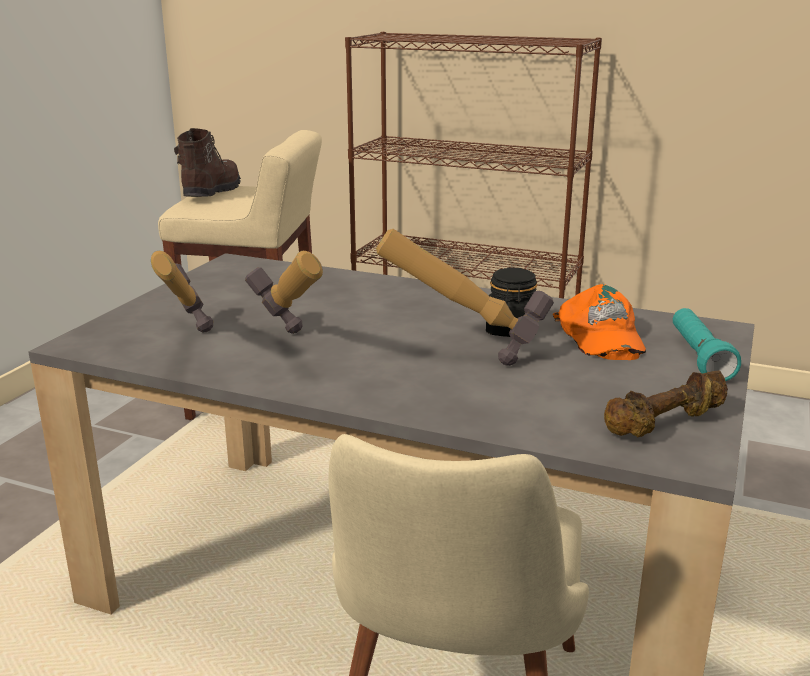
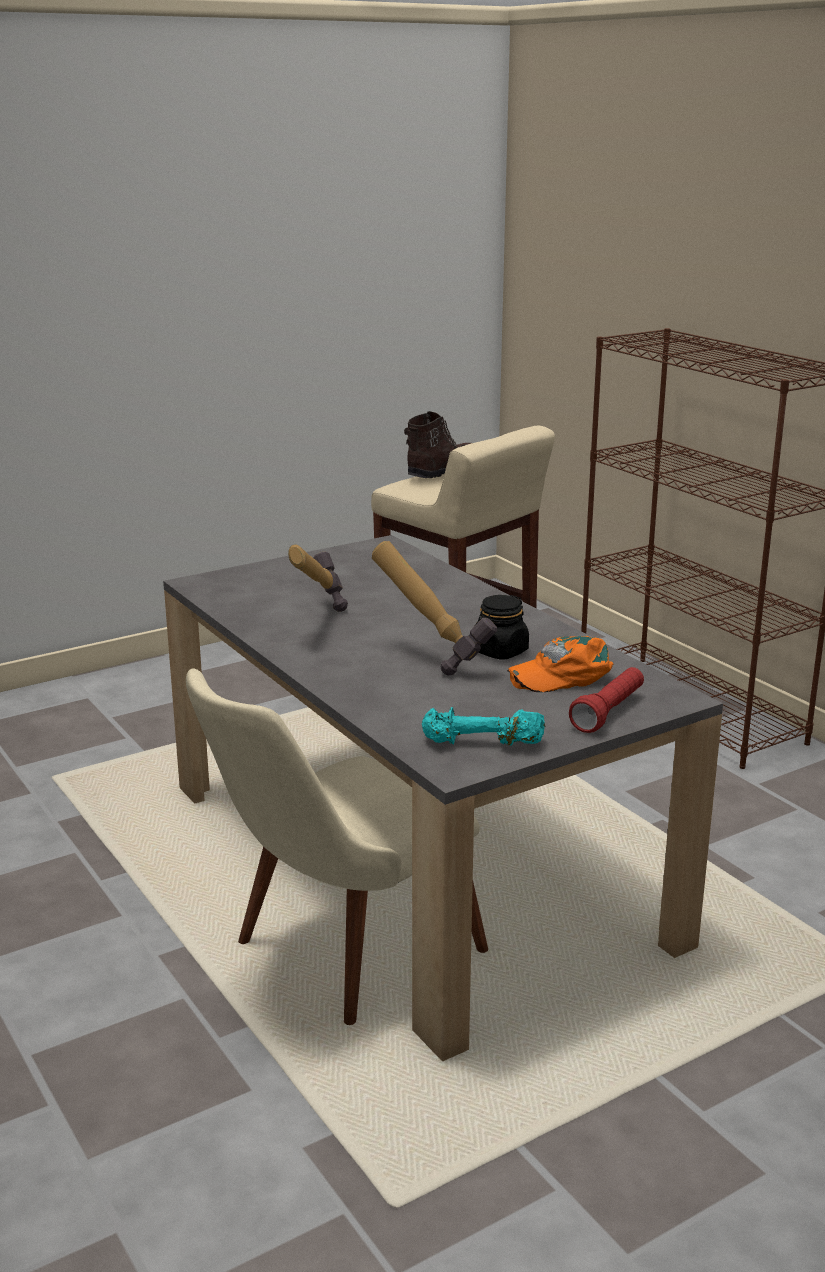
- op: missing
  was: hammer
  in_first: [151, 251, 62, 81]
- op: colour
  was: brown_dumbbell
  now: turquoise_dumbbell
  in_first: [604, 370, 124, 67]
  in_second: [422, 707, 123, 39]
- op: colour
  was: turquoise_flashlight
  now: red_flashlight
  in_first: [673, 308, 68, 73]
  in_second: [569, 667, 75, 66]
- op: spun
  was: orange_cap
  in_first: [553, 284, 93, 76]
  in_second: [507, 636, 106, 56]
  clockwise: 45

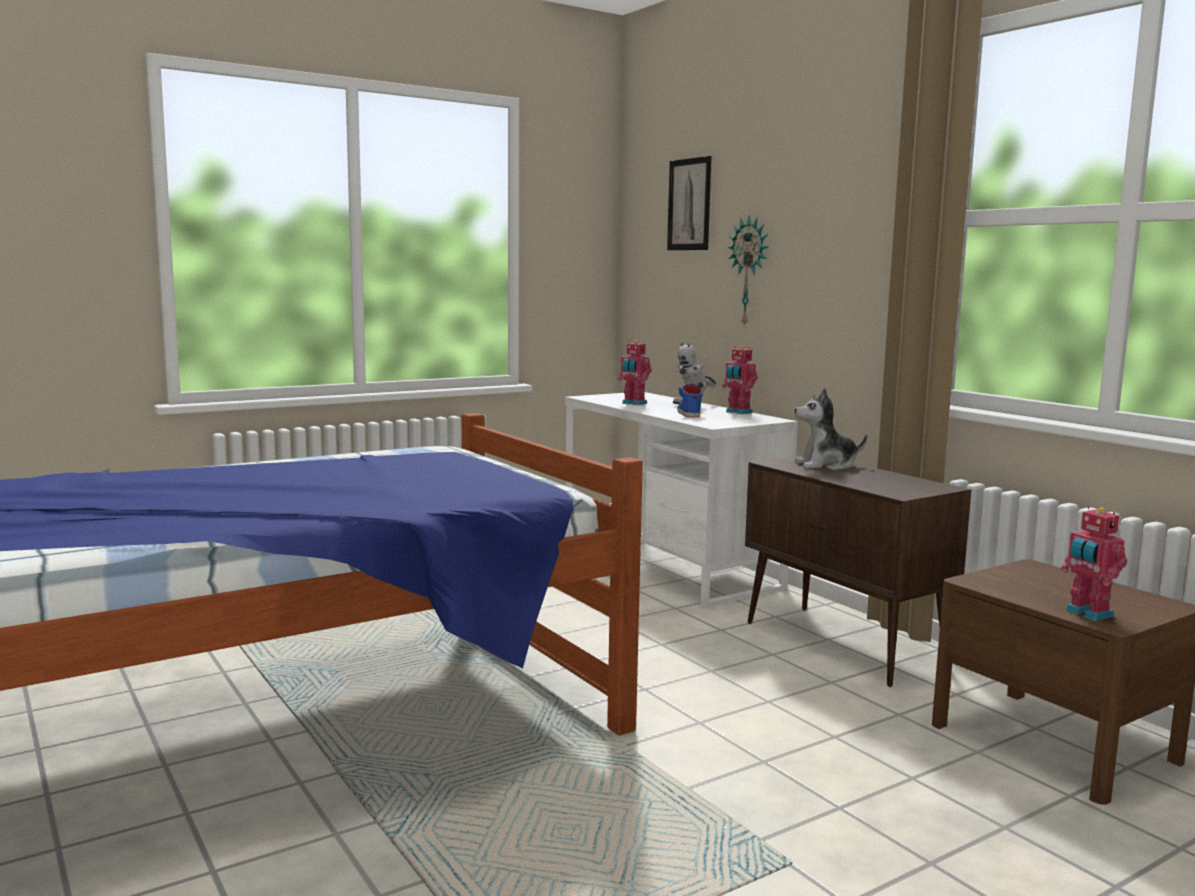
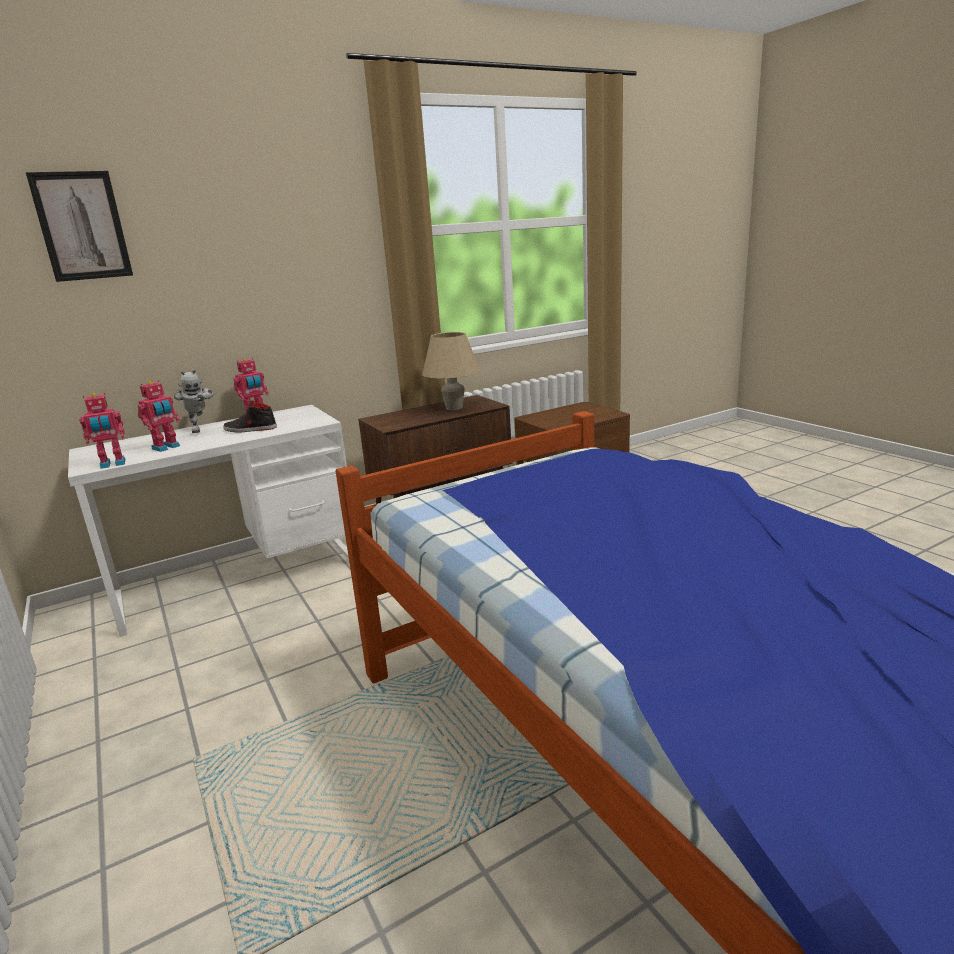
- op: missing
  was: wall_clock
  in_first: [728, 215, 41, 113]
- op: missing
  was: plush_toy
  in_first: [794, 388, 73, 82]
- op: appeared
  now: beige_table_lamp
  in_second: [422, 332, 58, 78]
- op: relocated
  was: toy_robot
  in_first: [1061, 506, 66, 115]
  in_second: [79, 393, 46, 76]
- op: colour
  was: blue_shoe
  now: black_shoe
  in_first: [677, 384, 27, 33]
  in_second: [223, 400, 54, 32]

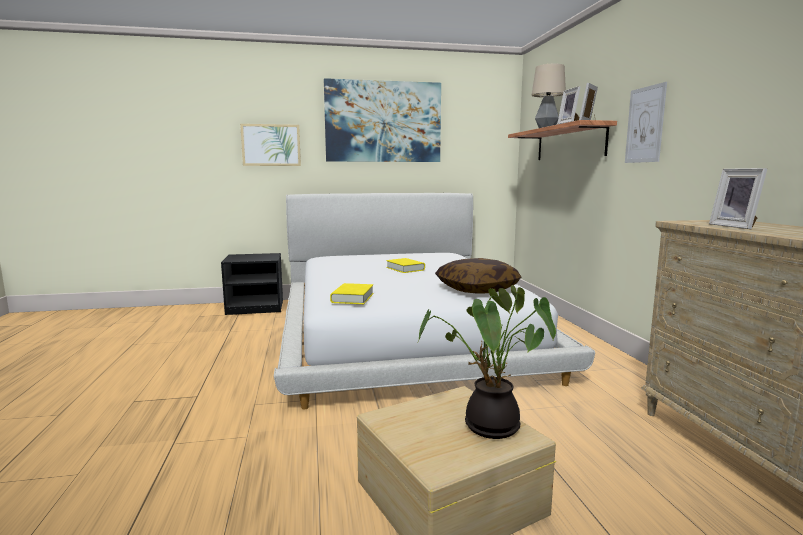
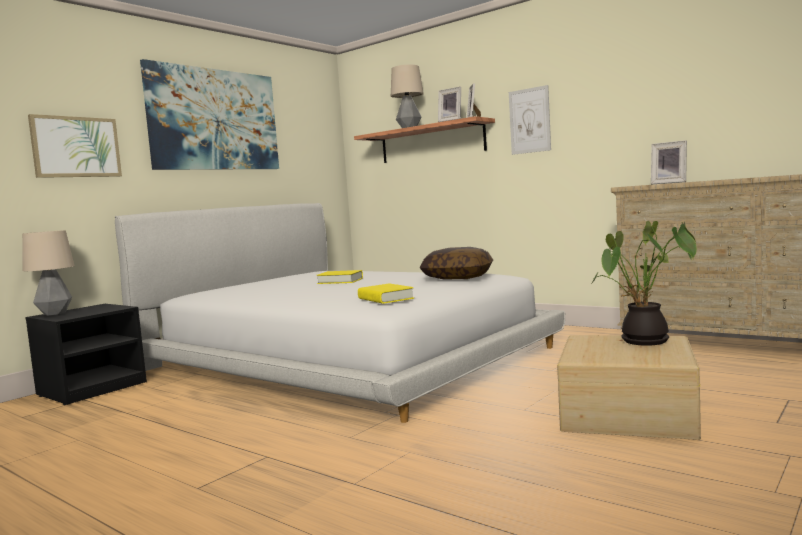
- op: appeared
  now: table_lamp
  in_second: [22, 230, 53, 86]

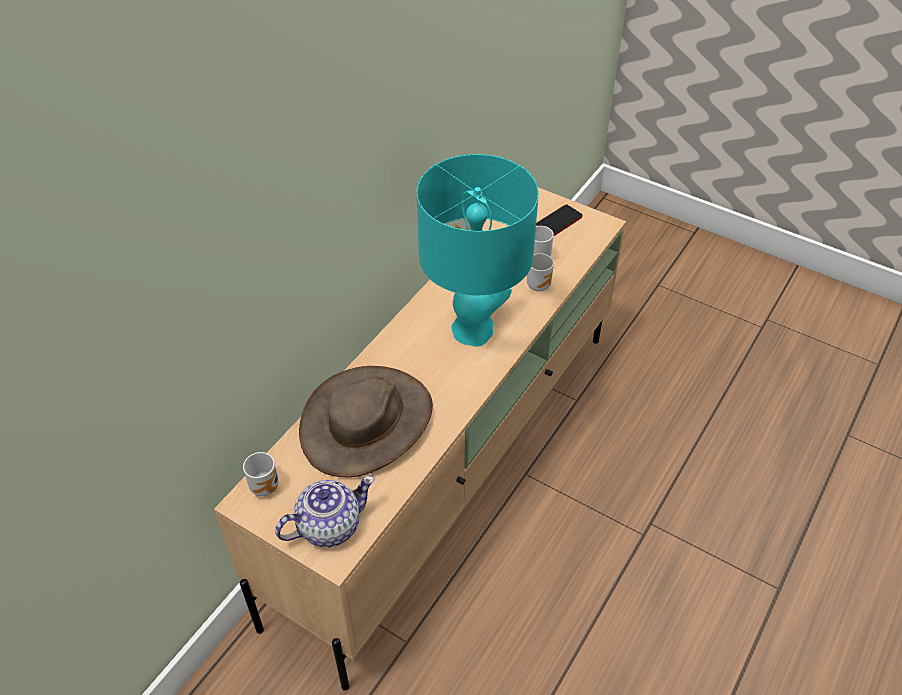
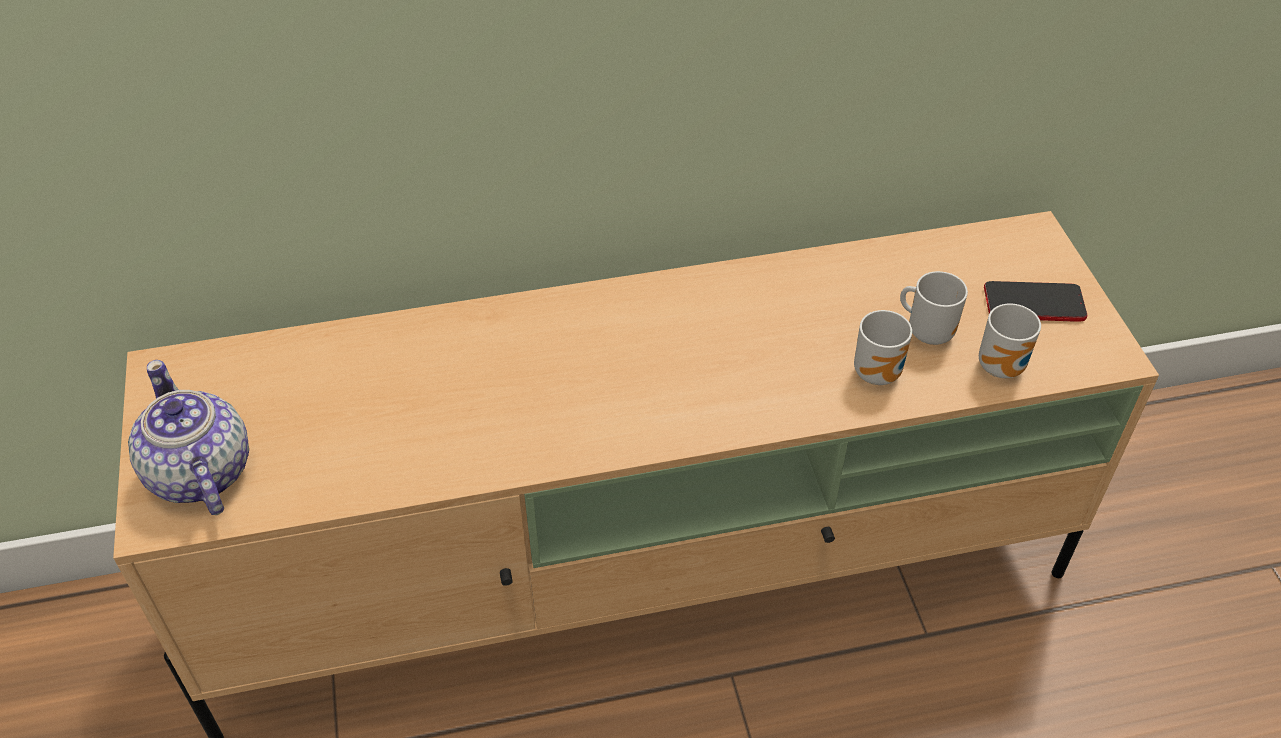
- op: missing
  was: brown_hat
  in_first: [299, 366, 134, 111]
- op: missing
  was: turquoise_table_lamp
  in_first: [417, 154, 122, 192]
- op: relocated
  was: mug
  in_first: [243, 452, 35, 44]
  in_second: [979, 304, 62, 74]
- op: spun
  was: teapot
  in_first: [275, 476, 100, 71]
  in_second: [128, 360, 121, 155]
  clockwise: -135

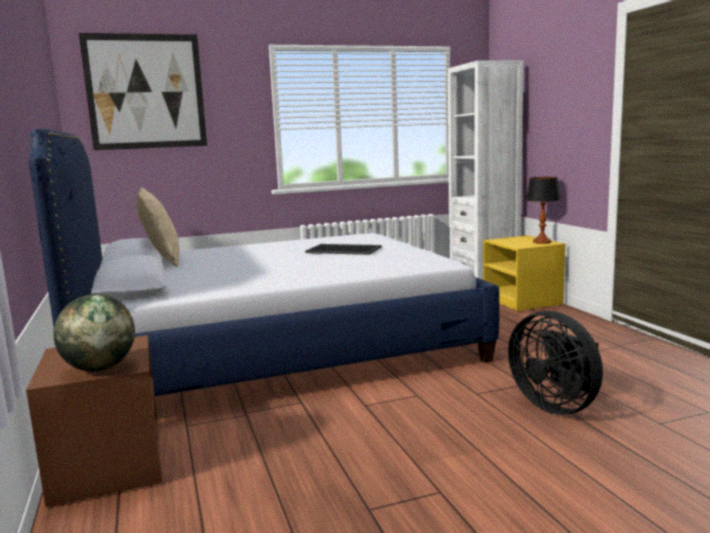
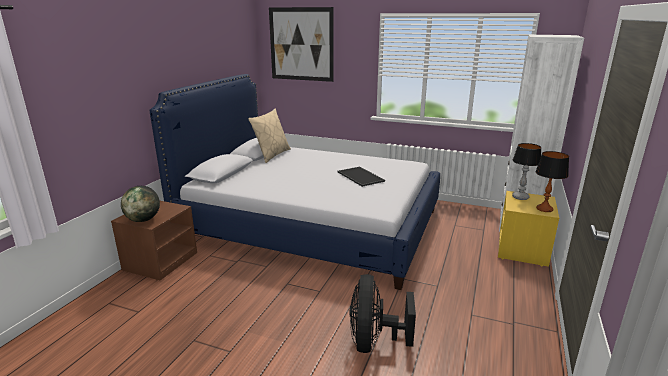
- op: appeared
  now: table_lamp
  in_second: [512, 143, 29, 57]

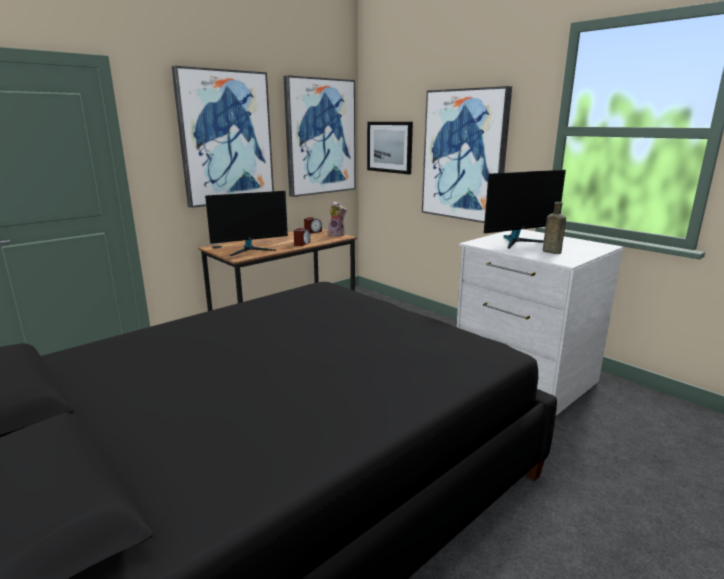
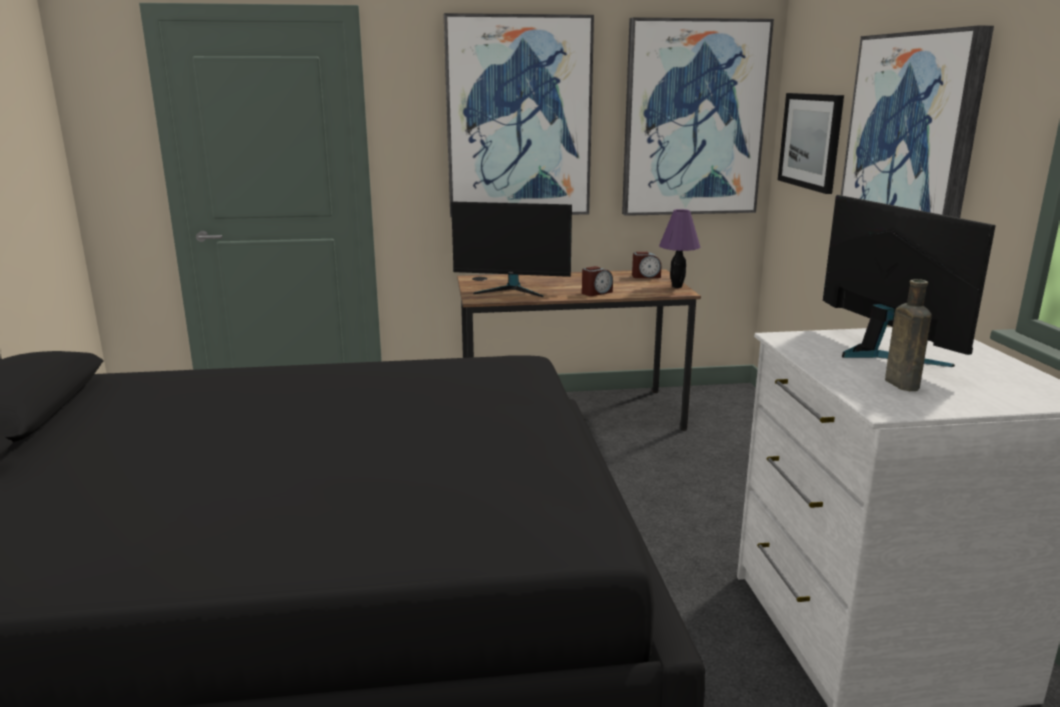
- op: exchanged
  was: plush_toy
  now: purple_table_lamp
  in_first: [328, 201, 19, 35]
  in_second: [659, 209, 41, 79]
- op: spun
  was: monitor
  in_first: [484, 170, 82, 79]
  in_second: [823, 195, 173, 172]
  clockwise: -120

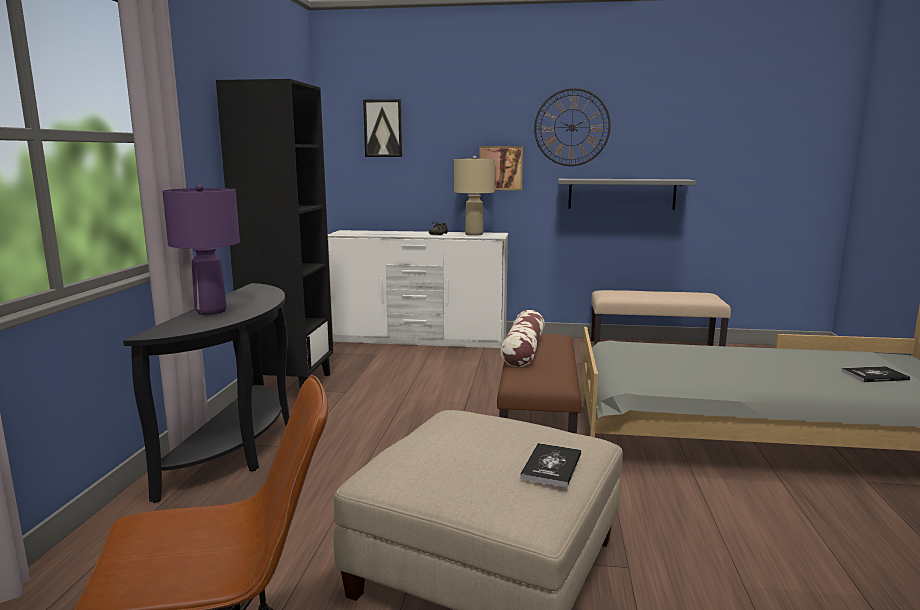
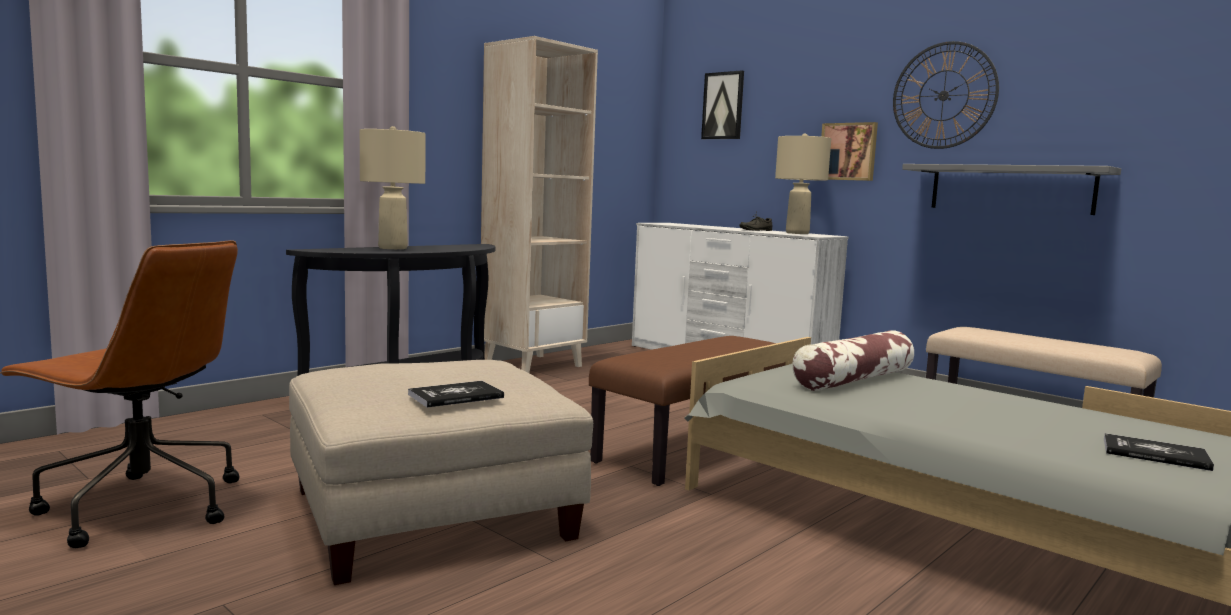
- op: relocated
  was: pillow
  in_first: [500, 310, 45, 57]
  in_second: [792, 330, 122, 61]
- op: colour
  was: purple_table_lamp
  now: beige_table_lamp
  in_first: [162, 184, 78, 131]
  in_second: [360, 126, 66, 123]
- op: colour
  was: black_bookcase
  now: beige_bookcase
  in_first: [216, 79, 117, 310]
  in_second: [481, 36, 117, 337]

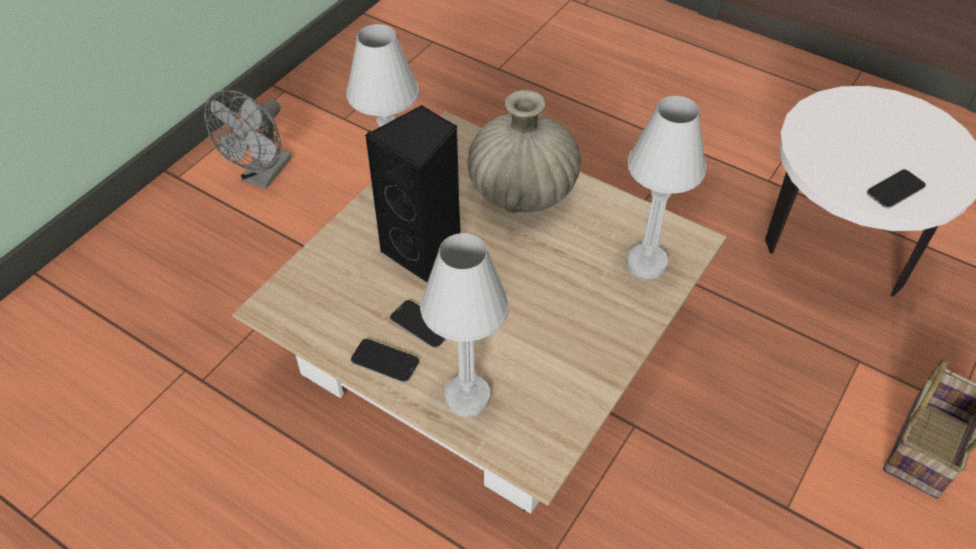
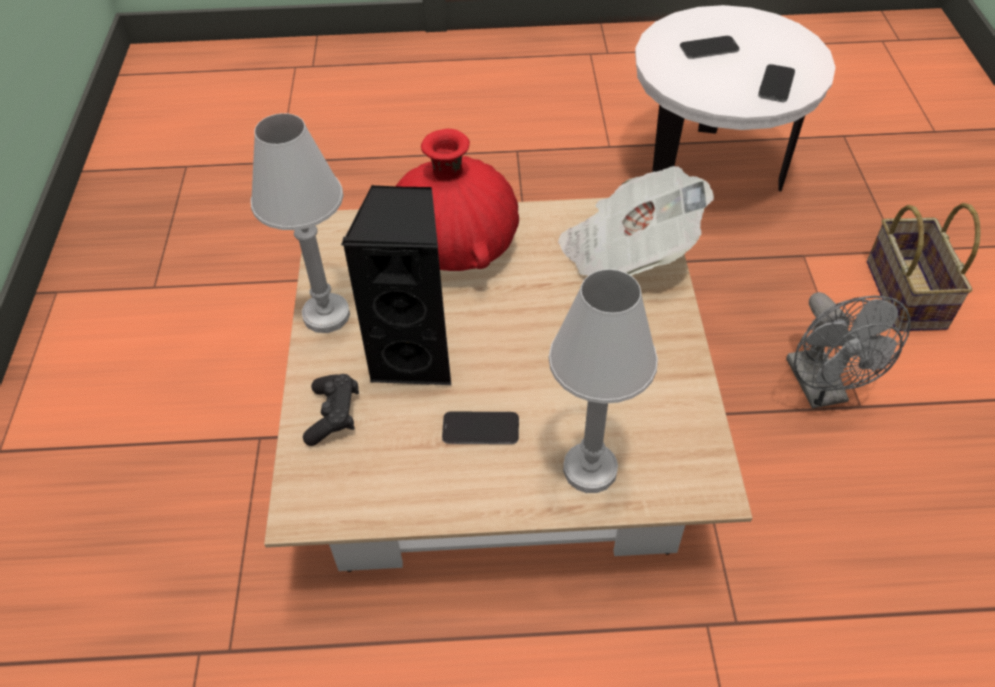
- op: appeared
  now: black_game_controller
  in_second: [303, 374, 56, 72]
- op: relocated
  was: grey_fan
  in_first: [204, 90, 88, 99]
  in_second: [786, 292, 125, 117]
- op: relocated
  was: phone
  in_first: [351, 339, 68, 44]
  in_second: [680, 36, 60, 23]
- op: exchanged
  was: white_table_lamp
  now: newspaper
  in_first: [626, 96, 80, 183]
  in_second: [558, 166, 156, 110]
- op: colour
  was: beige_vase
  now: red_vase
  in_first: [467, 90, 114, 123]
  in_second: [396, 129, 123, 142]

